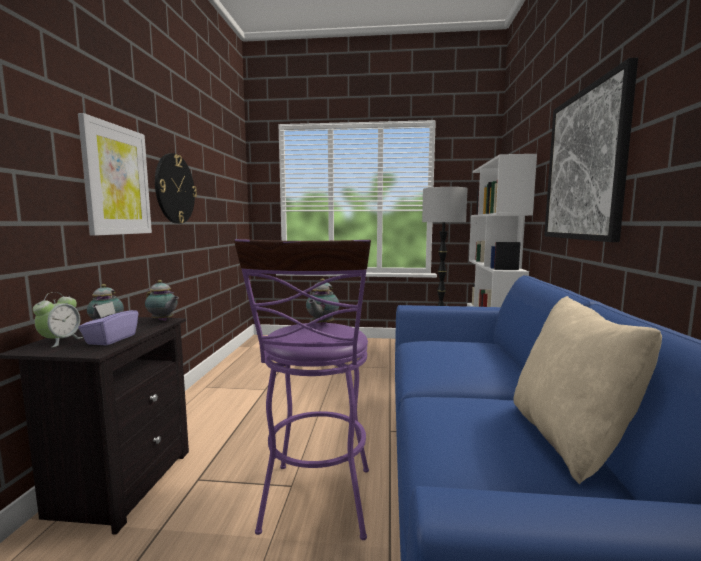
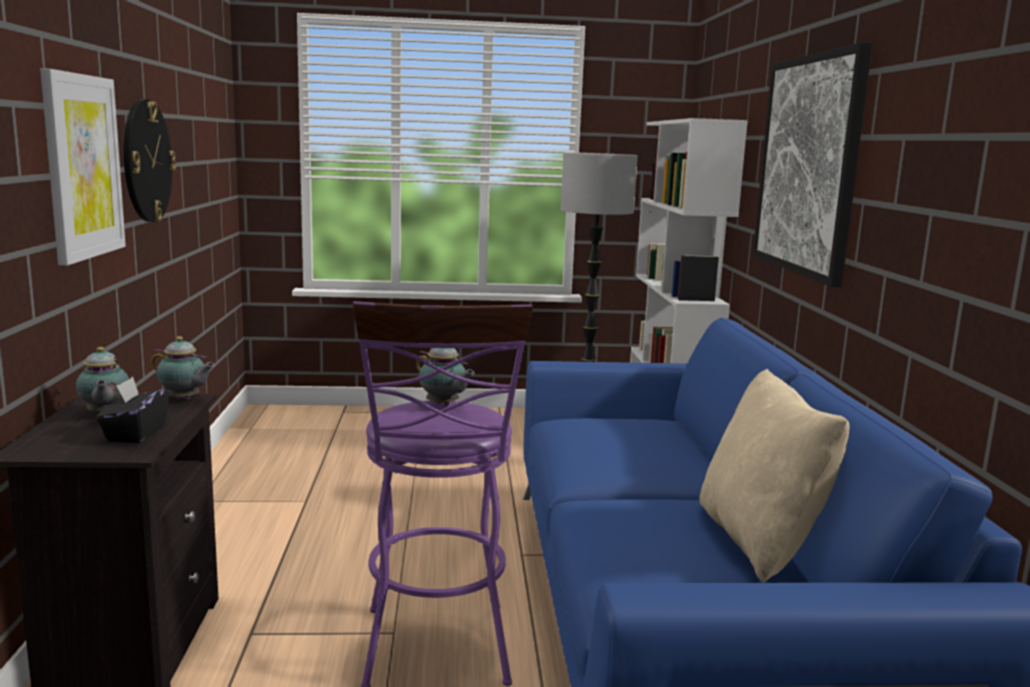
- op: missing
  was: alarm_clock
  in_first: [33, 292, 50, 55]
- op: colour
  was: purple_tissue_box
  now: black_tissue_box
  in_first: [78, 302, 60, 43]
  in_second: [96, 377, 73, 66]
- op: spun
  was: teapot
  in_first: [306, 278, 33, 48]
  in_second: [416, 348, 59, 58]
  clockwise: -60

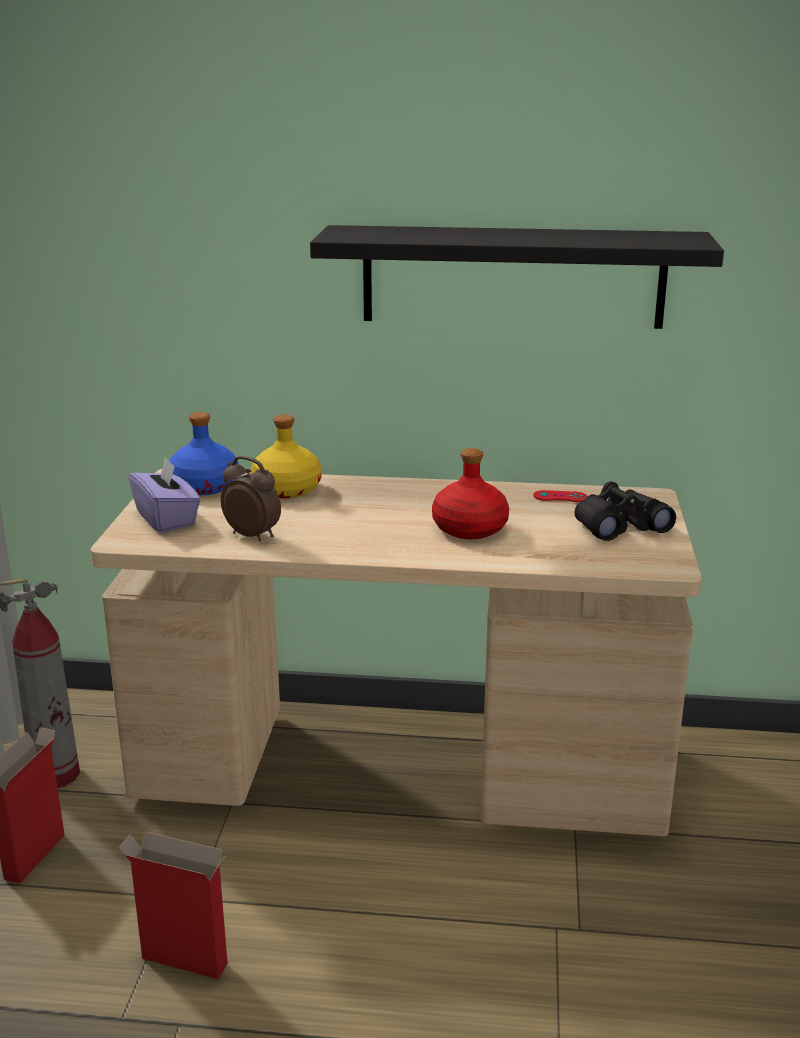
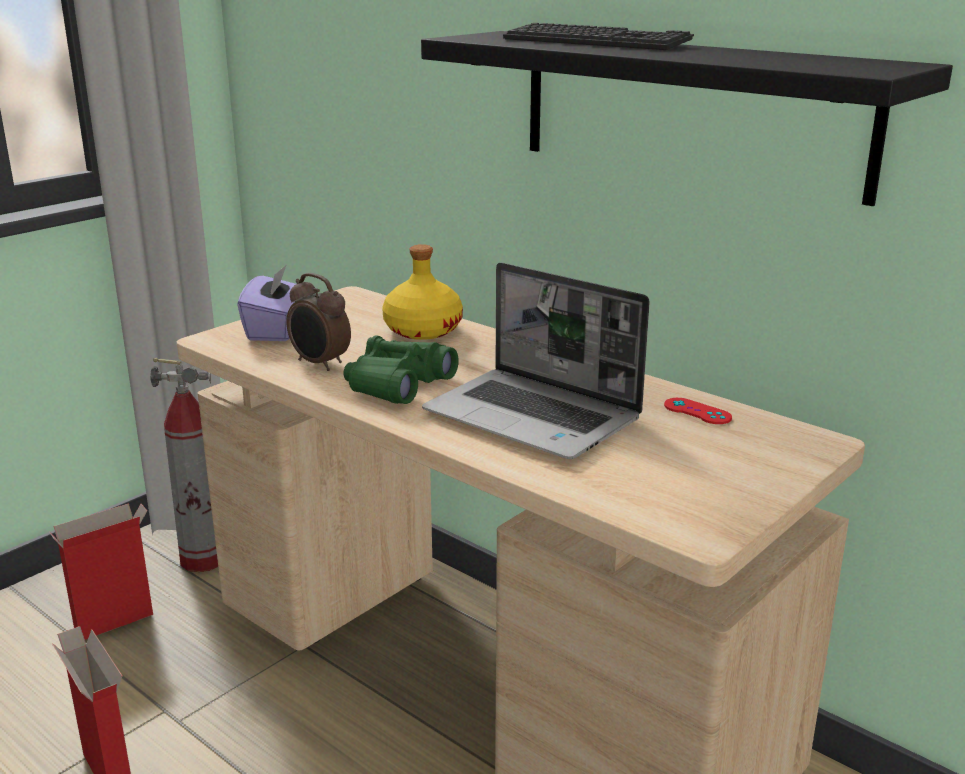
- op: missing
  was: blue_bottle
  in_first: [169, 412, 70, 83]
- op: missing
  was: black_binoculars
  in_first: [574, 481, 102, 60]
- op: appeared
  now: green_binoculars
  in_second: [344, 336, 115, 68]
- op: appeared
  now: keyboard
  in_second: [503, 23, 191, 27]
- op: exchanged
  was: red_bottle
  now: laptop
  in_first: [432, 448, 77, 91]
  in_second: [422, 262, 228, 197]
- op: spun
  was: alarm_clock
  in_first: [221, 456, 60, 85]
  in_second: [286, 273, 65, 98]
  clockwise: 150

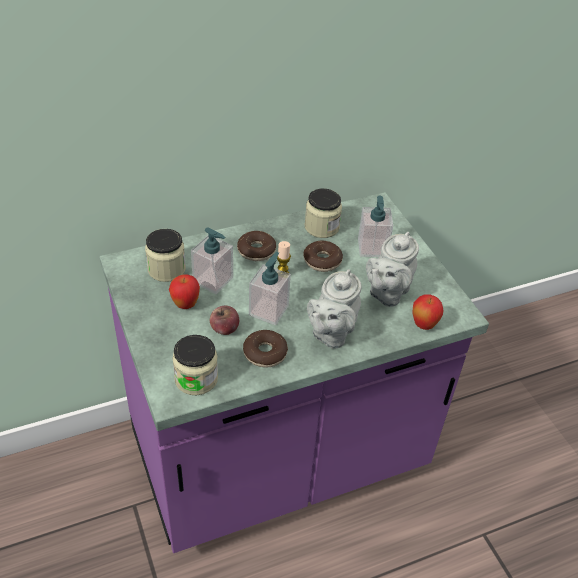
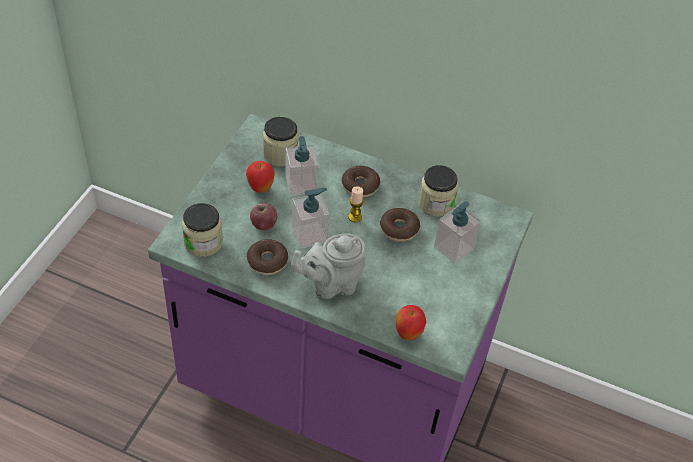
- op: missing
  was: grey_teapot
  in_first: [366, 232, 53, 75]

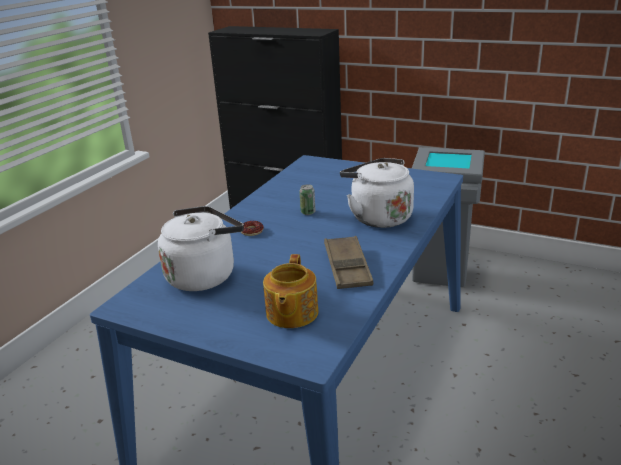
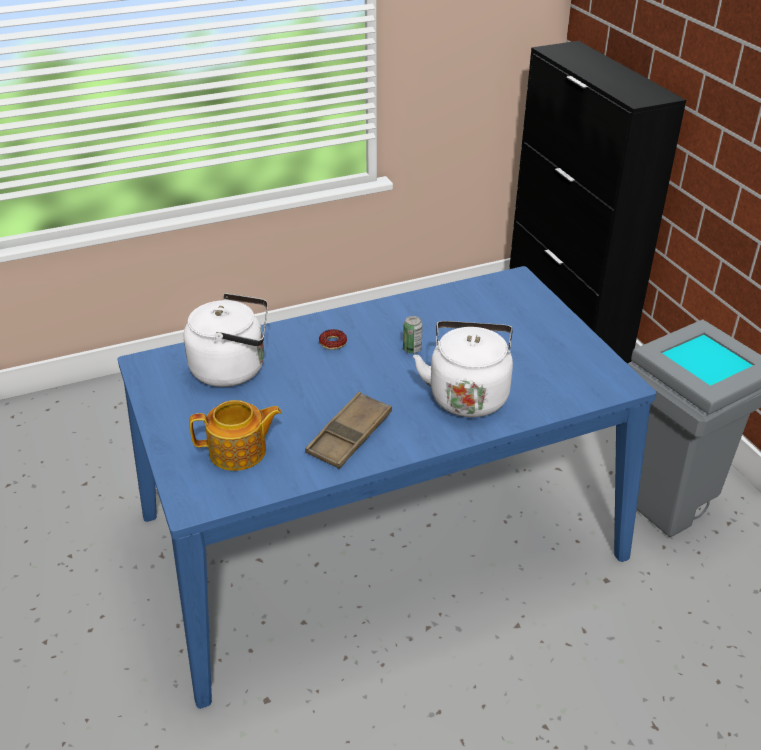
- op: spun
  was: teapot
  in_first: [263, 254, 55, 74]
  in_second: [189, 400, 93, 71]
  clockwise: -150

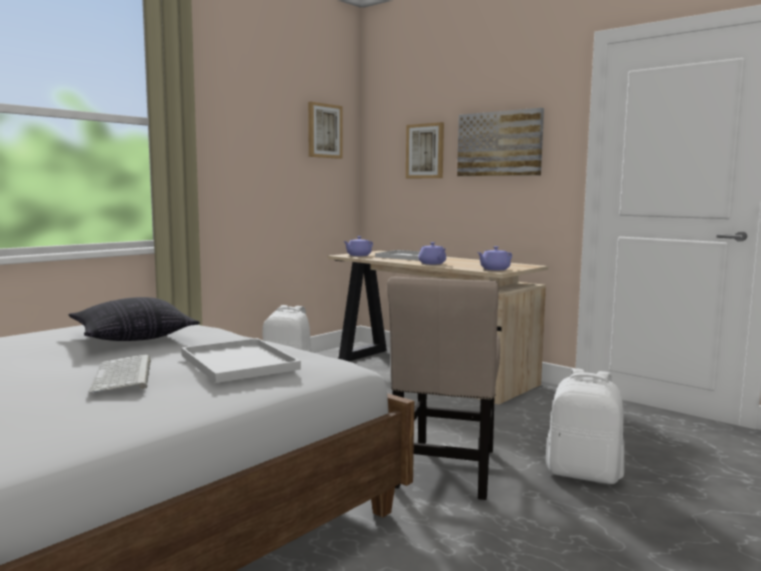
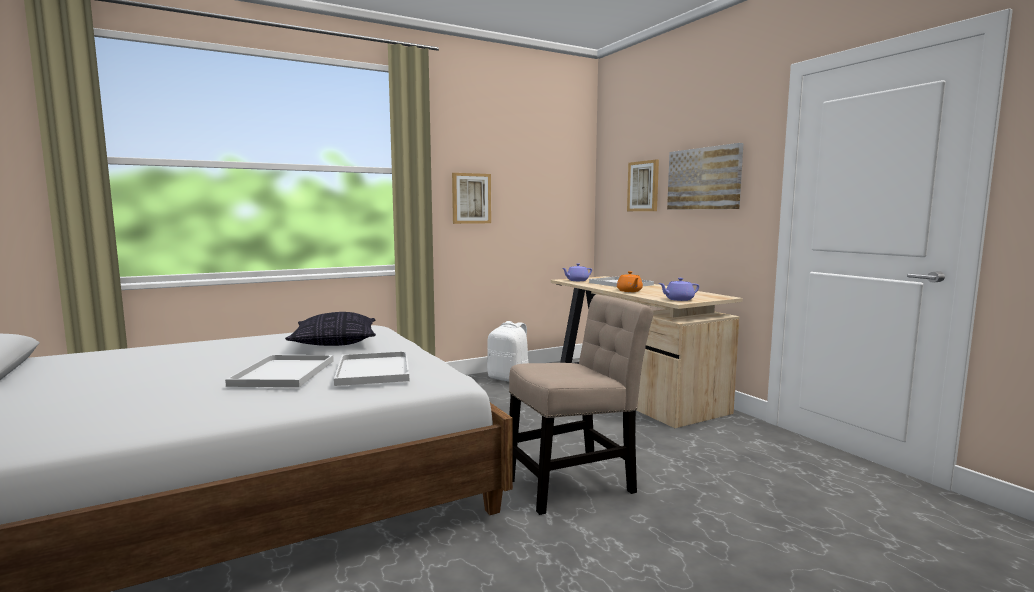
- op: missing
  was: white_backpack
  in_first: [546, 368, 78, 116]
- op: relocated
  was: picture
  in_first: [308, 102, 34, 57]
  in_second: [452, 173, 39, 51]
- op: exchanged
  was: keyboard
  now: white_tray
  in_first: [89, 355, 62, 38]
  in_second: [225, 355, 109, 32]
- op: colour
  was: purple_teapot
  now: orange_teapot
  in_first: [418, 242, 28, 23]
  in_second: [617, 271, 26, 21]
- op: spun
  was: beige_chair
  in_first: [387, 276, 113, 224]
  in_second: [509, 294, 144, 221]
  clockwise: -150

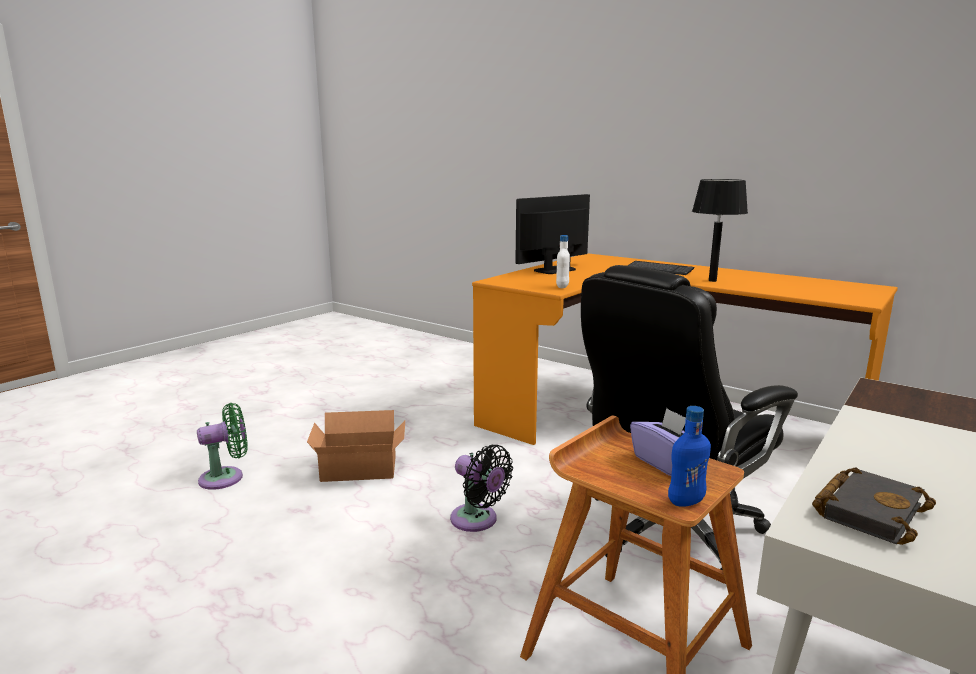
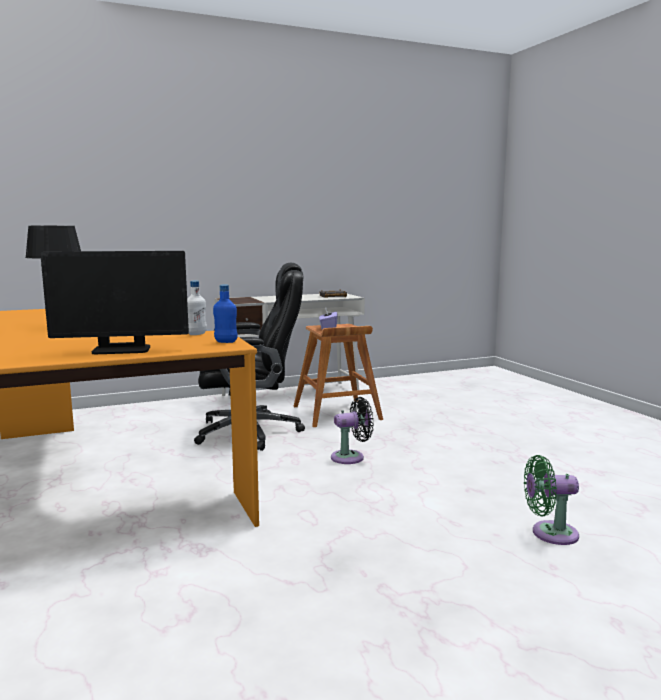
- op: missing
  was: cardboard_box
  in_first: [307, 410, 98, 72]
- op: missing
  was: keyboard
  in_first: [628, 261, 66, 14]
- op: relocated
  was: blue_bottle
  in_first: [668, 406, 43, 101]
  in_second: [213, 284, 25, 59]
- op: spun
  was: black_fan
  in_first: [450, 445, 63, 87]
  in_second: [331, 397, 43, 67]
  clockwise: 90

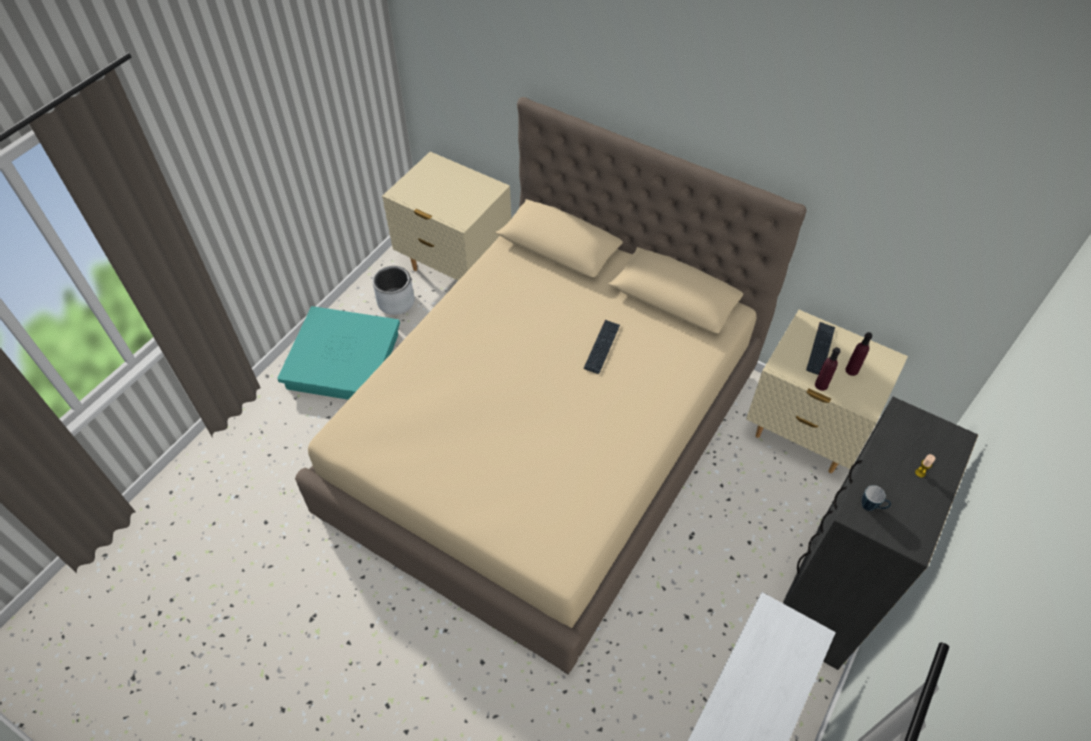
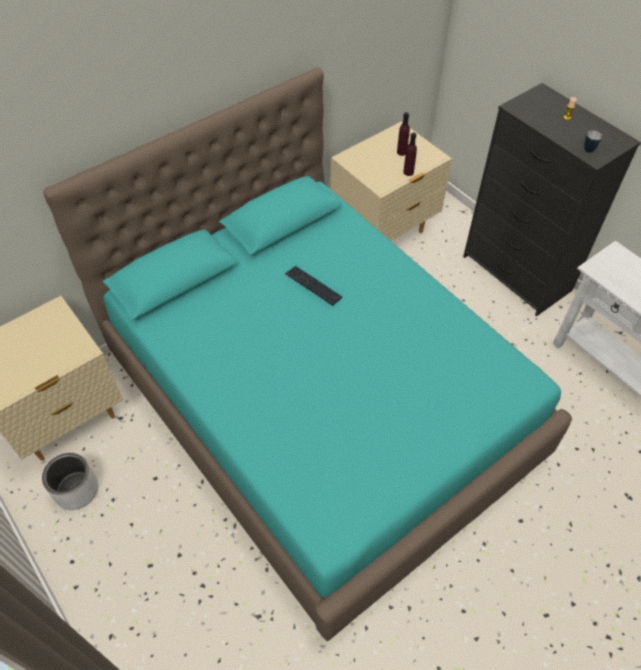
- op: missing
  was: turquoise_storage_box
  in_first: [277, 306, 123, 94]
- op: missing
  was: keyboard
  in_first: [806, 322, 29, 53]
- op: colour
  was: beige_bed
  now: turquoise_bed
  in_first: [295, 97, 512, 577]
  in_second: [43, 67, 529, 574]

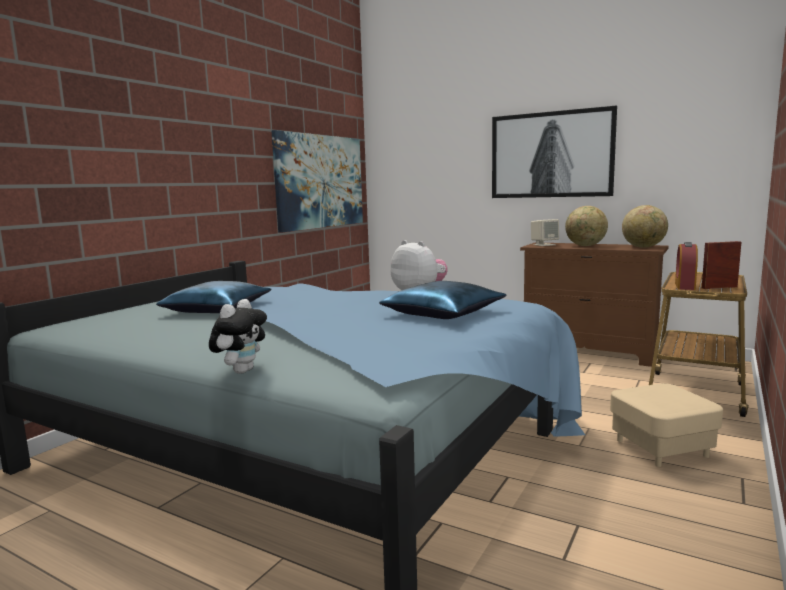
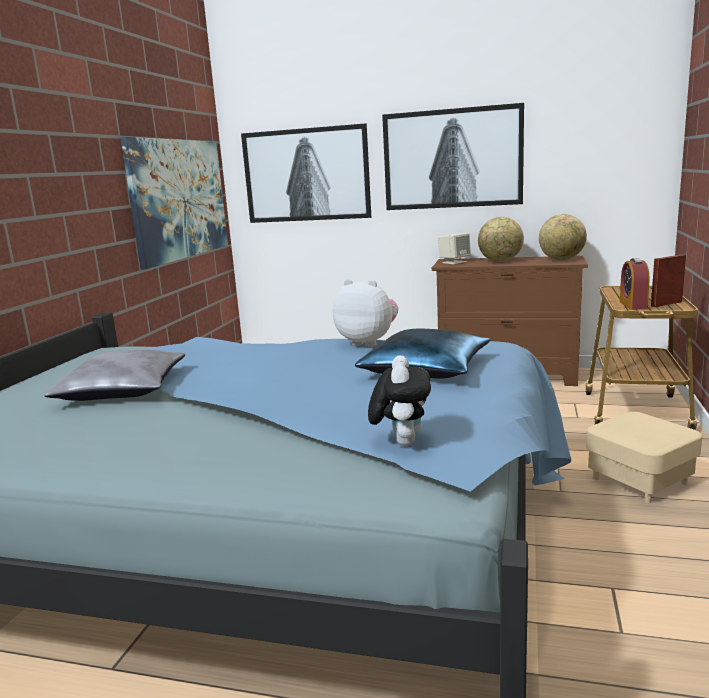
- op: appeared
  now: picture
  in_second: [241, 123, 130, 100]
- op: relocated
  was: plush_toy
  in_first: [209, 299, 58, 75]
  in_second: [368, 355, 63, 91]
- op: colour
  was: blue_pillow
  now: grey_pillow
  in_first: [156, 281, 116, 32]
  in_second: [44, 350, 141, 51]

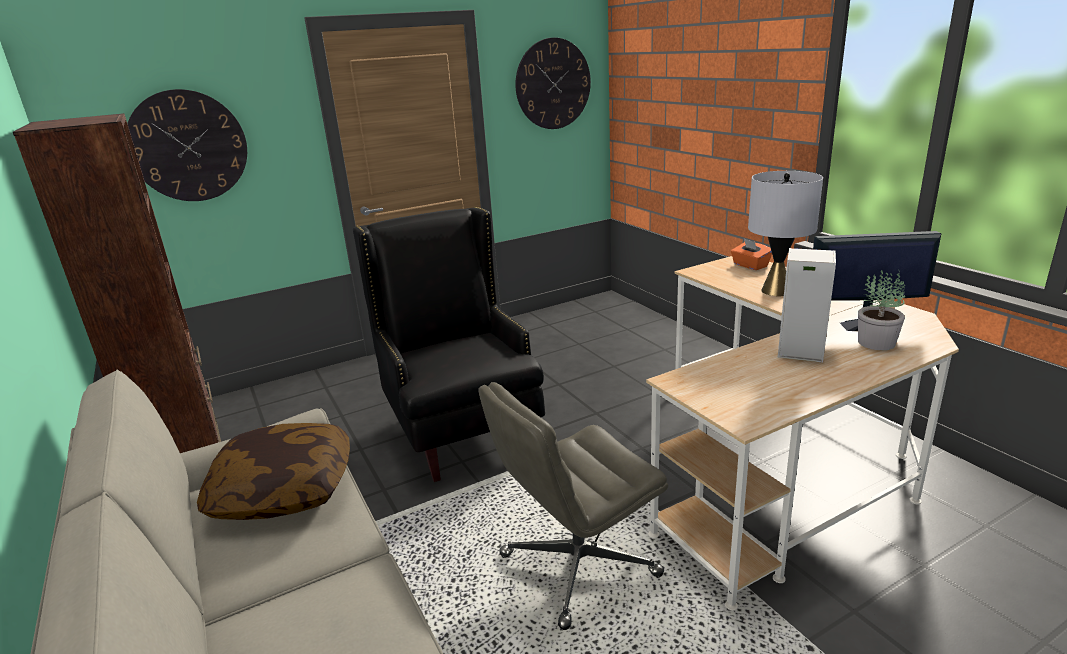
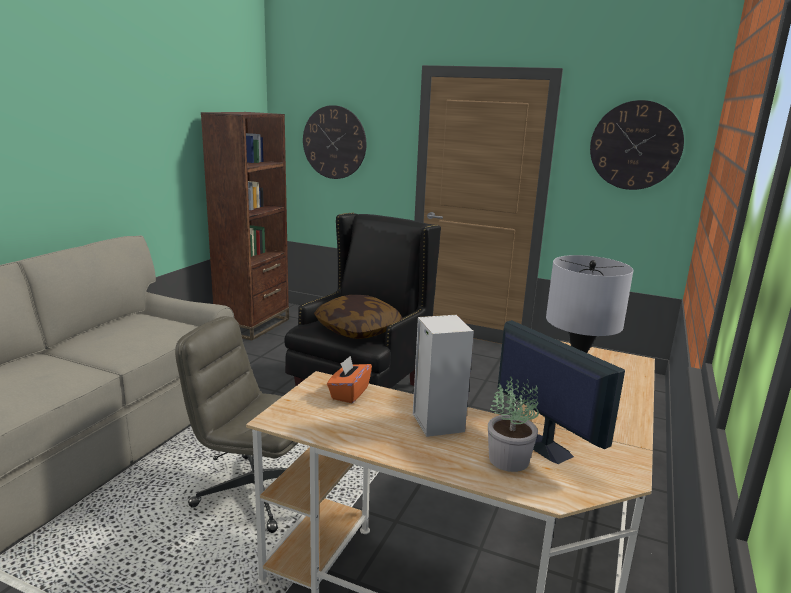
- op: relocated
  was: pillow
  in_first: [197, 423, 153, 97]
  in_second: [314, 295, 89, 44]
- op: relocated
  was: orange_tissue_box
  in_first: [731, 239, 41, 31]
  in_second: [327, 356, 45, 47]

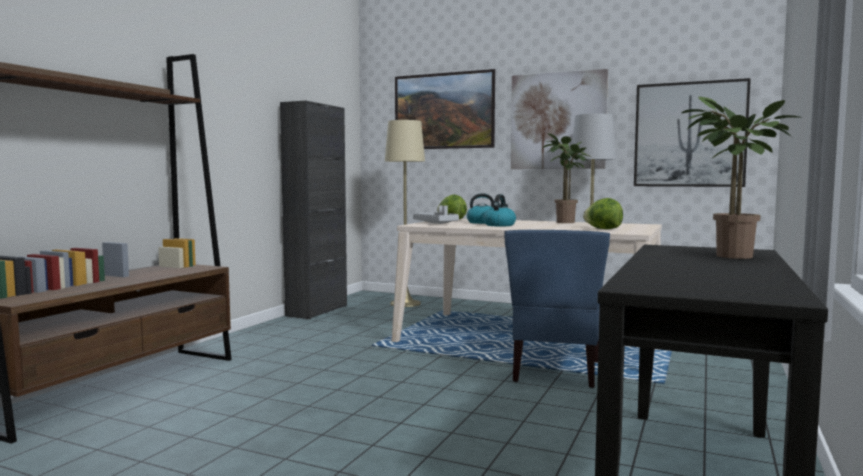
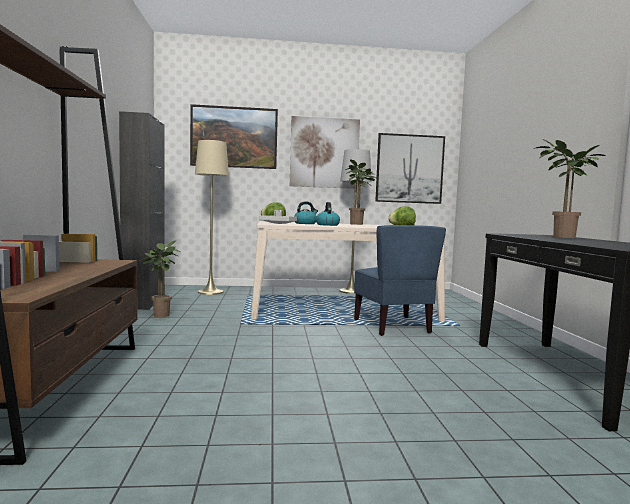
- op: appeared
  now: potted_plant
  in_second: [141, 241, 41, 76]

